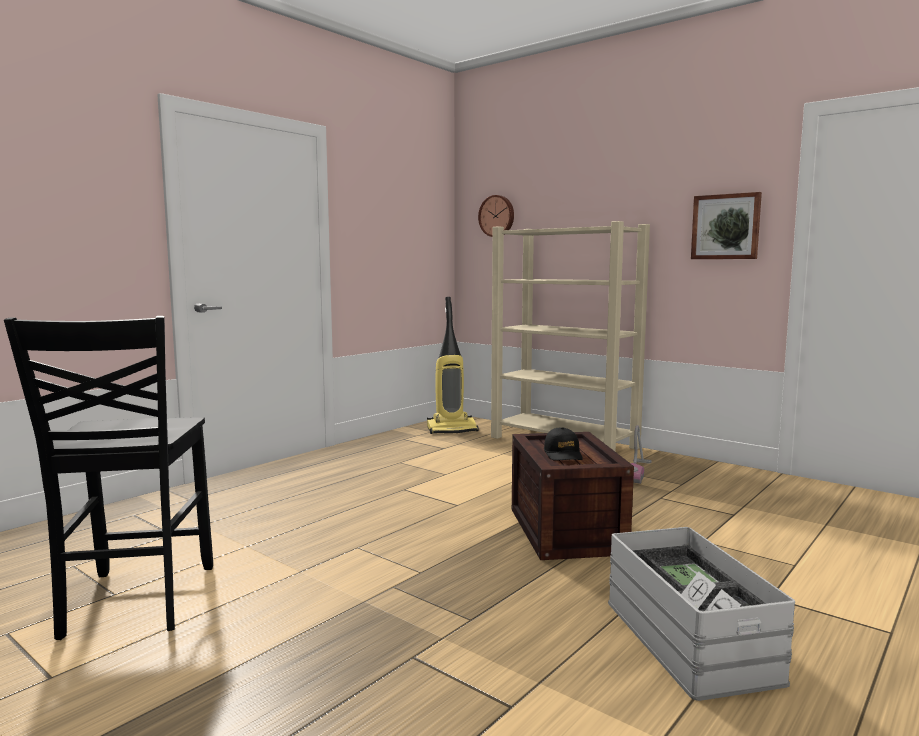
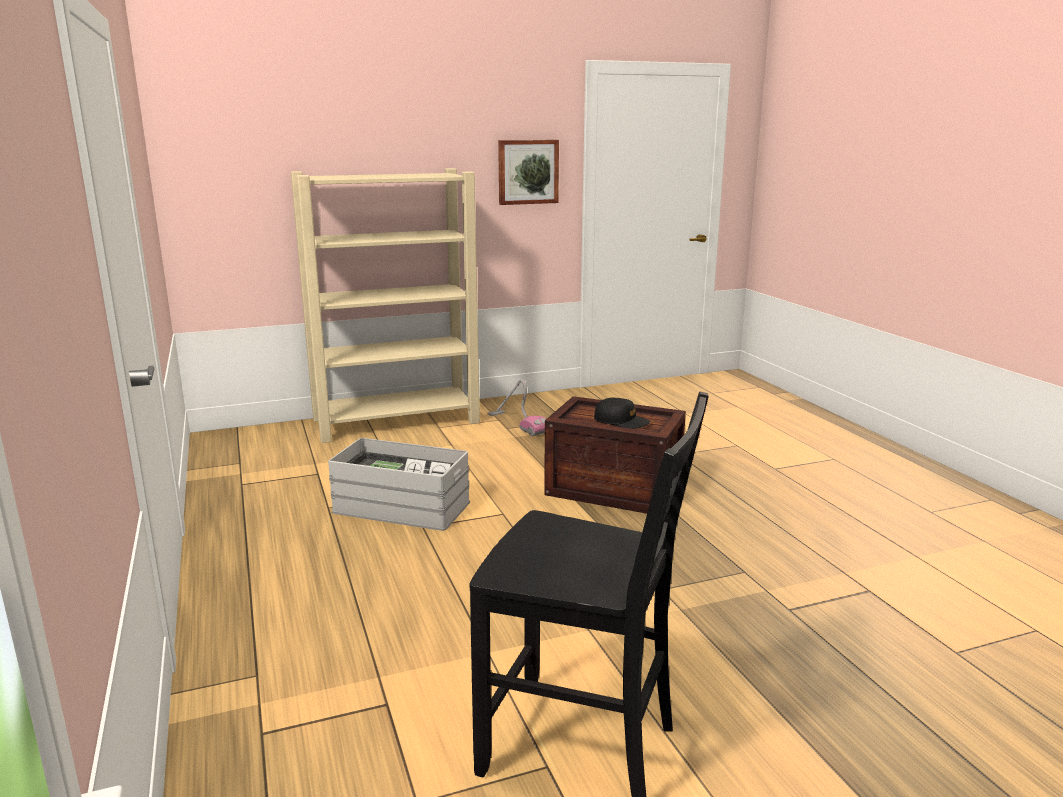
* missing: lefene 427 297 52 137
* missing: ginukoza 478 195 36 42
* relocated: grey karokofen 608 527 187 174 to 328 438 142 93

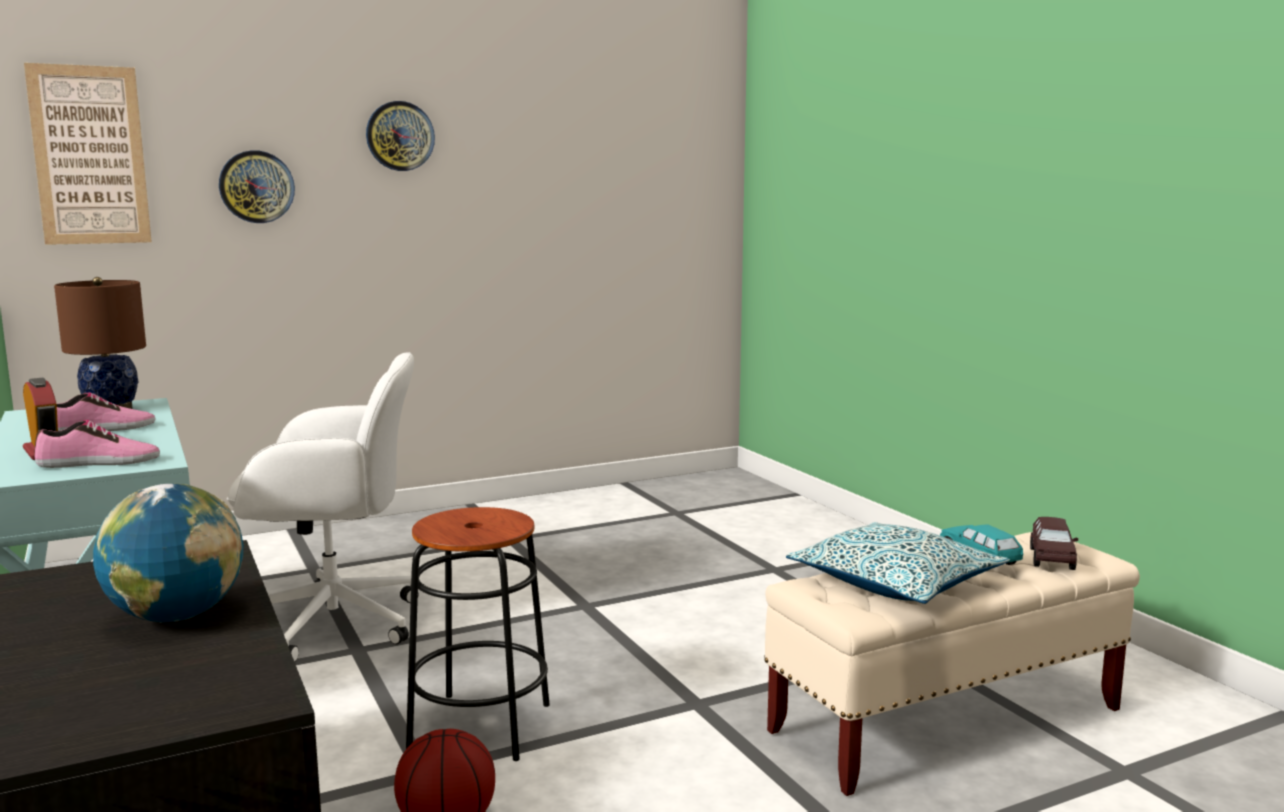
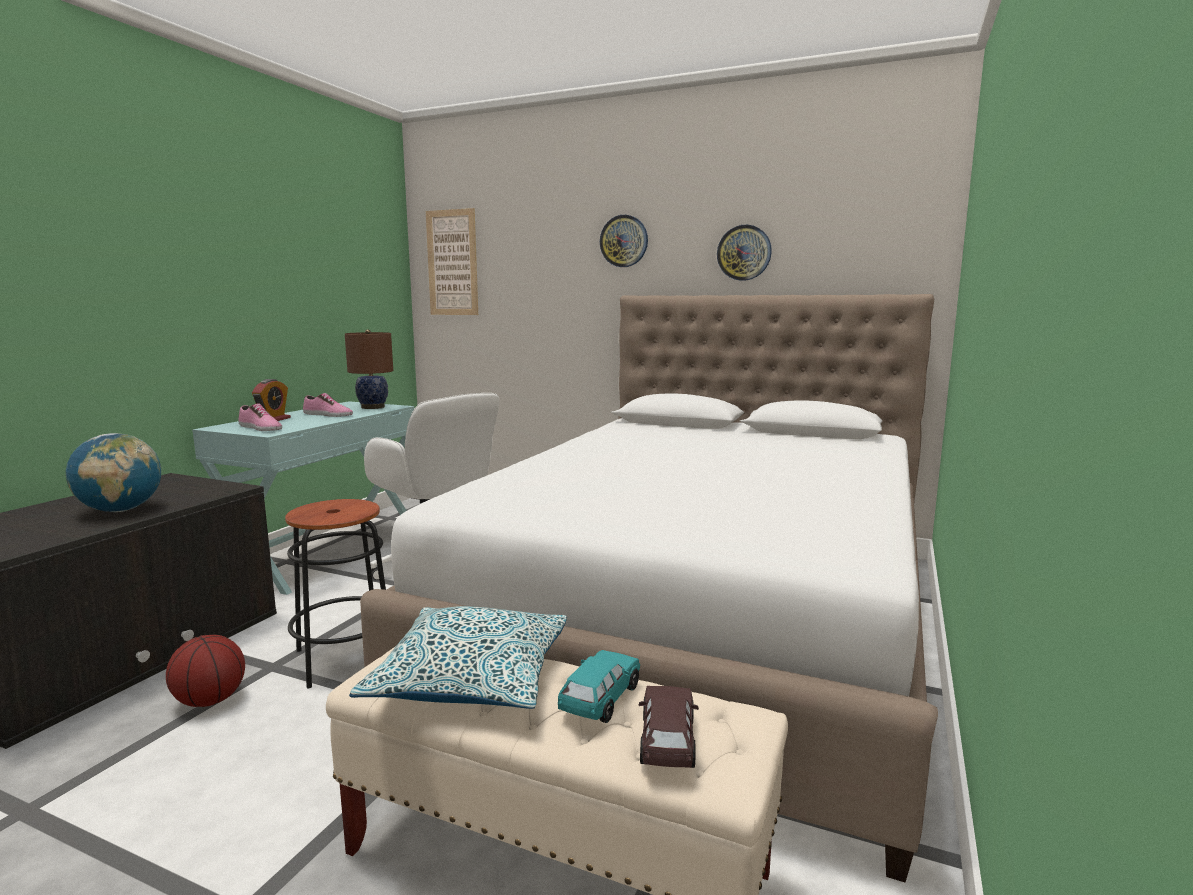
* appeared: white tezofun 360 294 578 588
* relocated: ginukoza 219 150 76 73 to 717 225 55 56
* spun: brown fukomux 1030 517 48 53 = 639 686 60 82 120 degrees clockwise

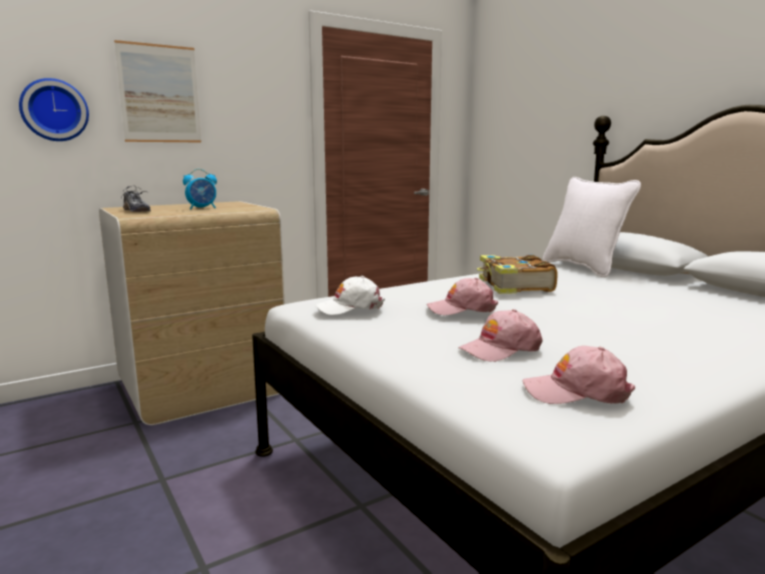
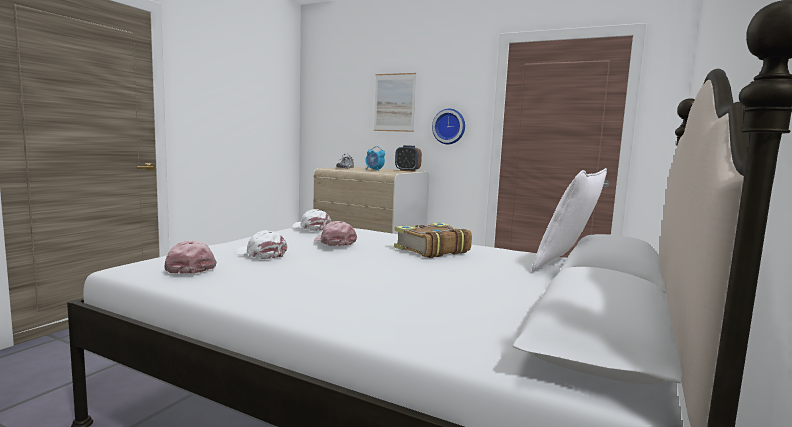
* appeared: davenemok 395 145 27 27
* relocated: ginukoza 19 78 70 63 to 432 109 33 35
* colour: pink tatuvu 458 309 85 53 to white tatuvu 235 230 52 29

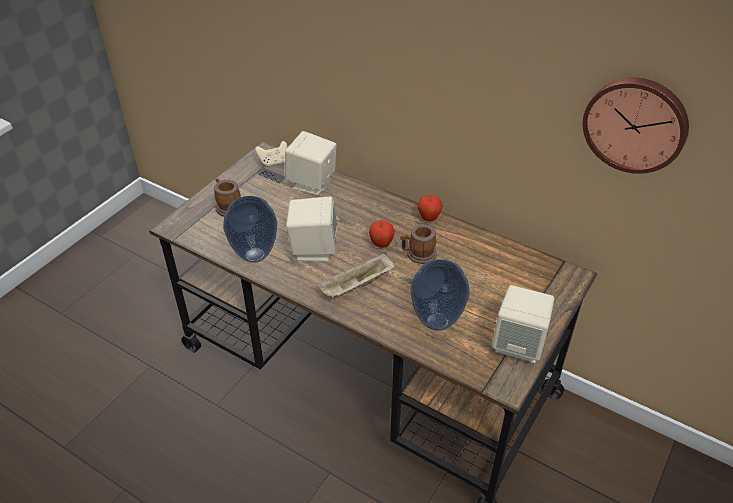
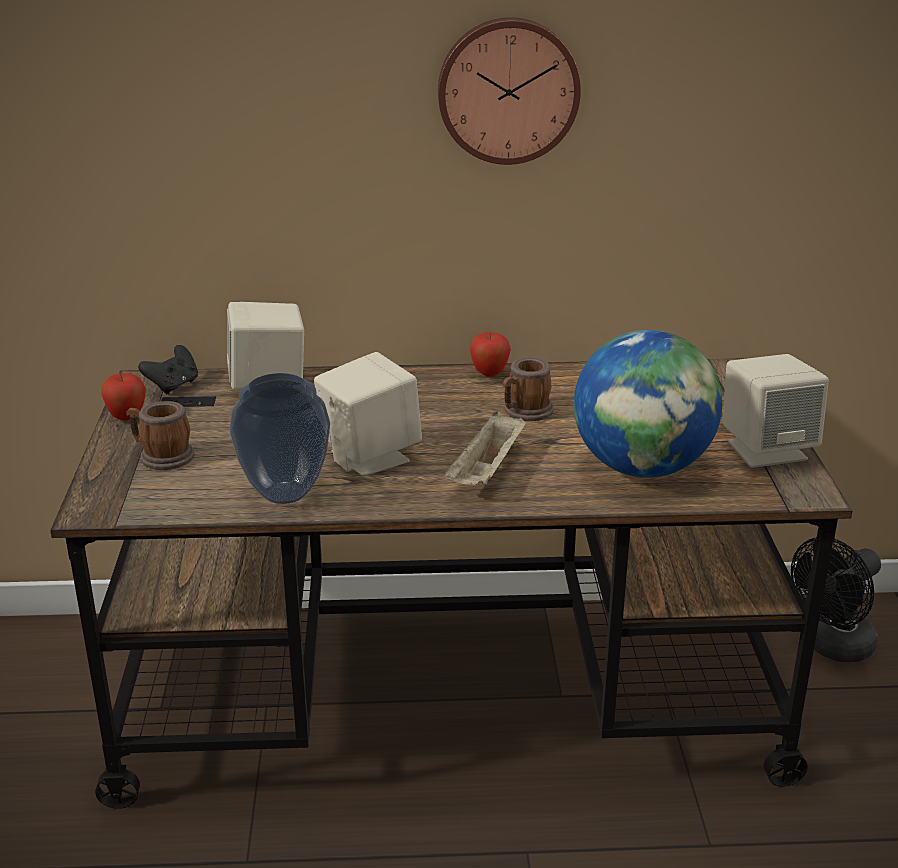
* appeared: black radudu 791 537 90 125
* relocated: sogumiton 369 220 26 28 to 101 373 45 48
* relocated: ginukoza 583 78 106 96 to 438 17 143 148
* exchanged: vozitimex 410 259 60 72 to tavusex 574 330 148 148
* colour: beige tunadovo 255 141 33 26 to black tunadovo 138 345 60 49

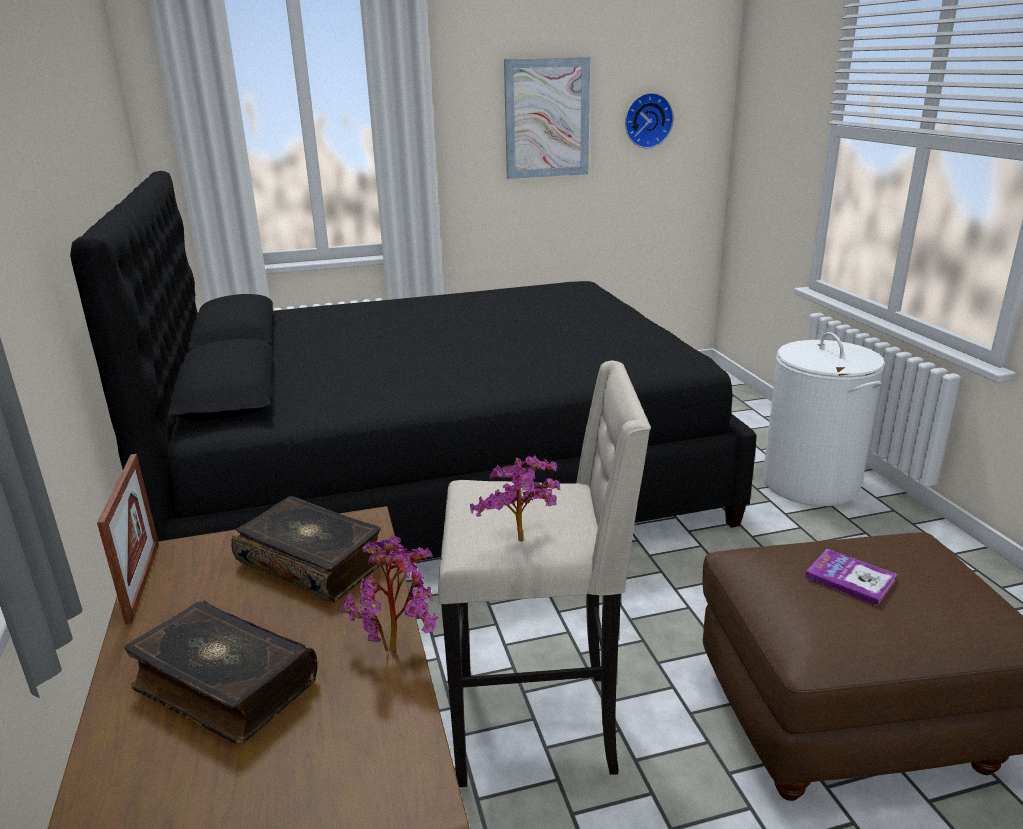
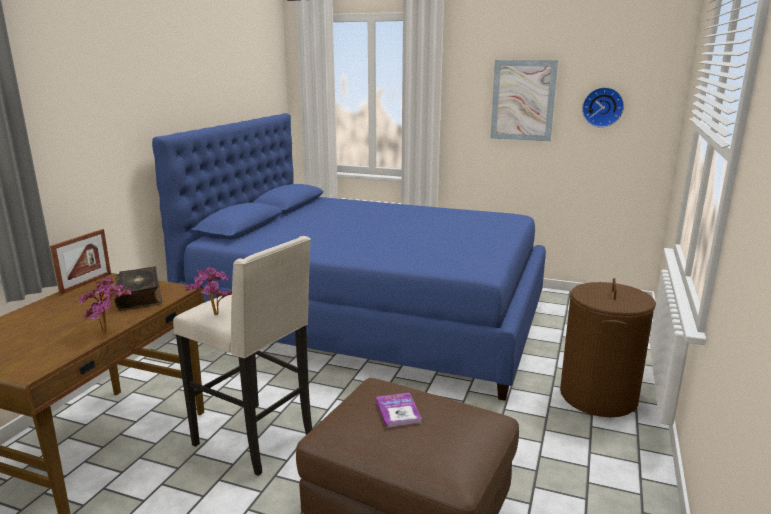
* missing: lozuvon 124 601 193 144
* colour: black tezofun 70 171 687 390 to blue tezofun 152 113 394 288
* colour: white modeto 763 332 122 174 to brown modeto 560 278 96 139

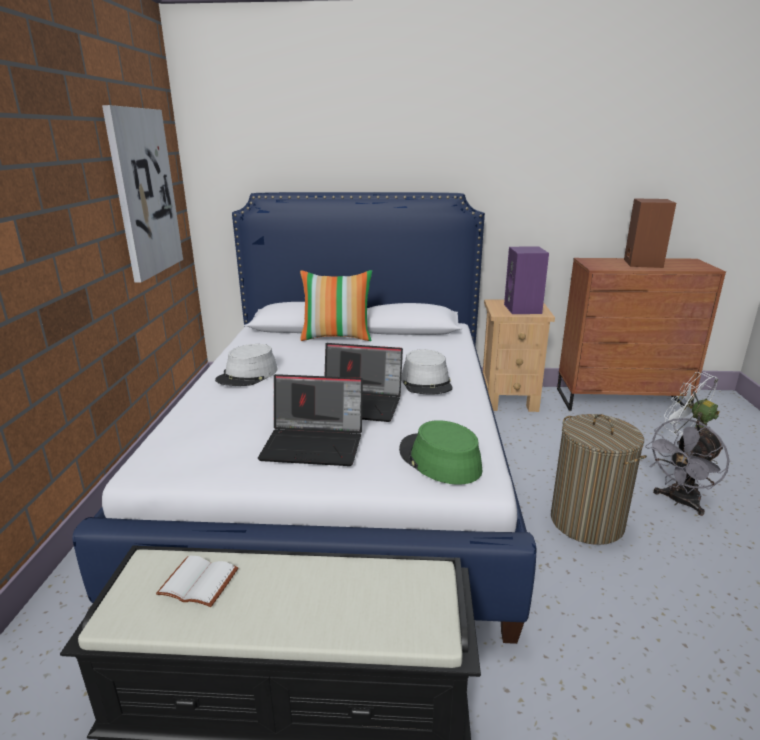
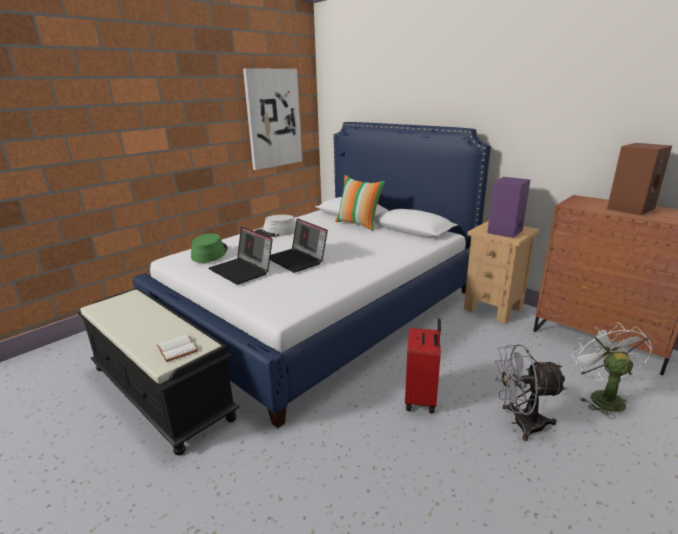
* missing: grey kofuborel 401 349 52 46
* relocated: white lozuvon 156 556 83 51 to 157 335 41 27
* relocated: green kofuborel 399 420 84 65 to 191 233 37 30
* exchanged: modeto 551 414 96 131 to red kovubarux 405 318 36 96

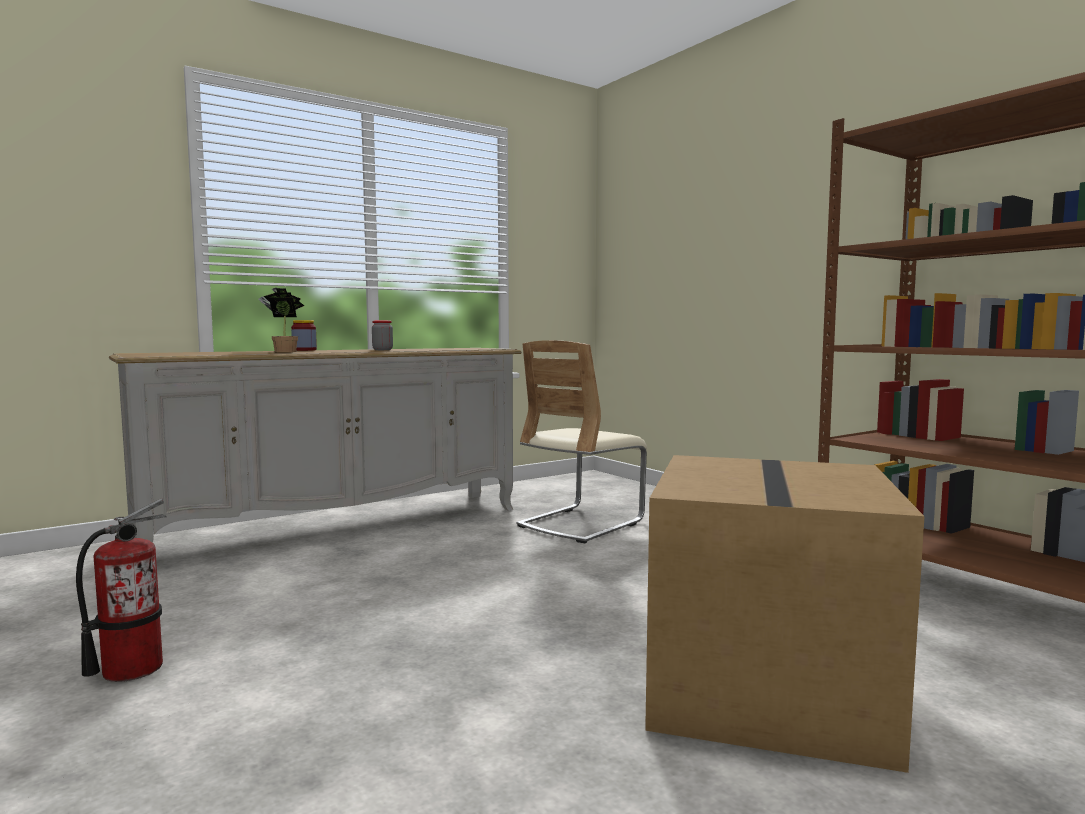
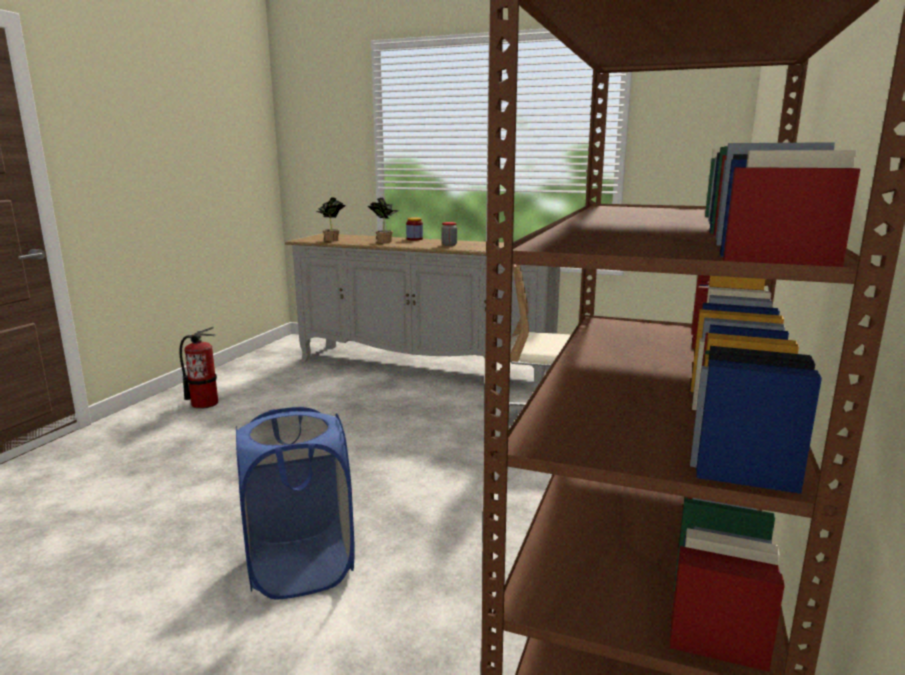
* appeared: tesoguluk 316 197 30 44
* exchanged: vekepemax 645 455 280 318 to blue modeto 236 407 119 192

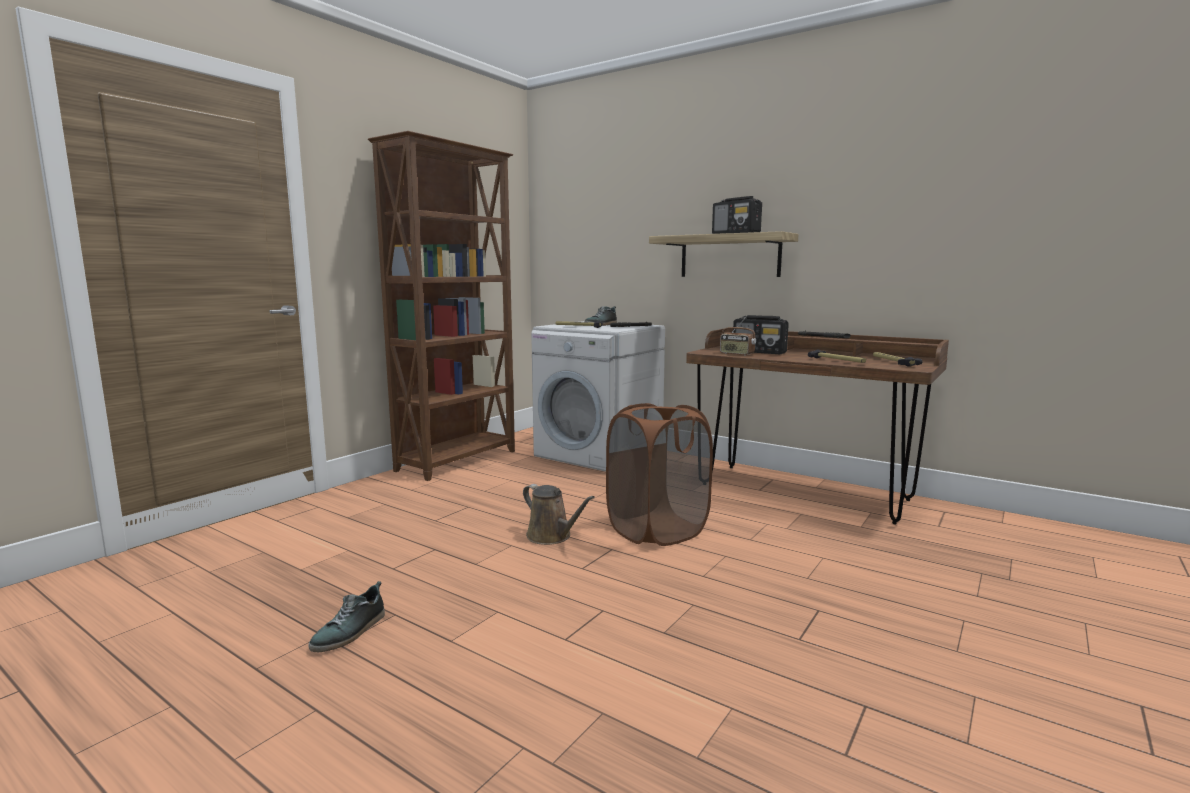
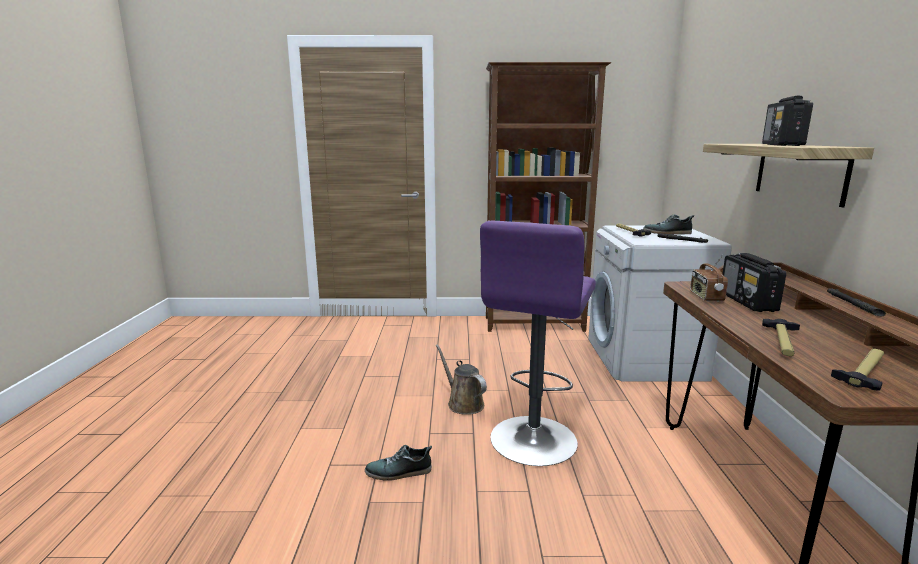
* relocated: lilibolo 308 581 77 71 to 365 445 67 36
* exchanged: brown modeto 606 403 107 143 to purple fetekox 480 221 116 245
* spun: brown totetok 523 484 72 61 = 436 344 51 71 135 degrees clockwise

